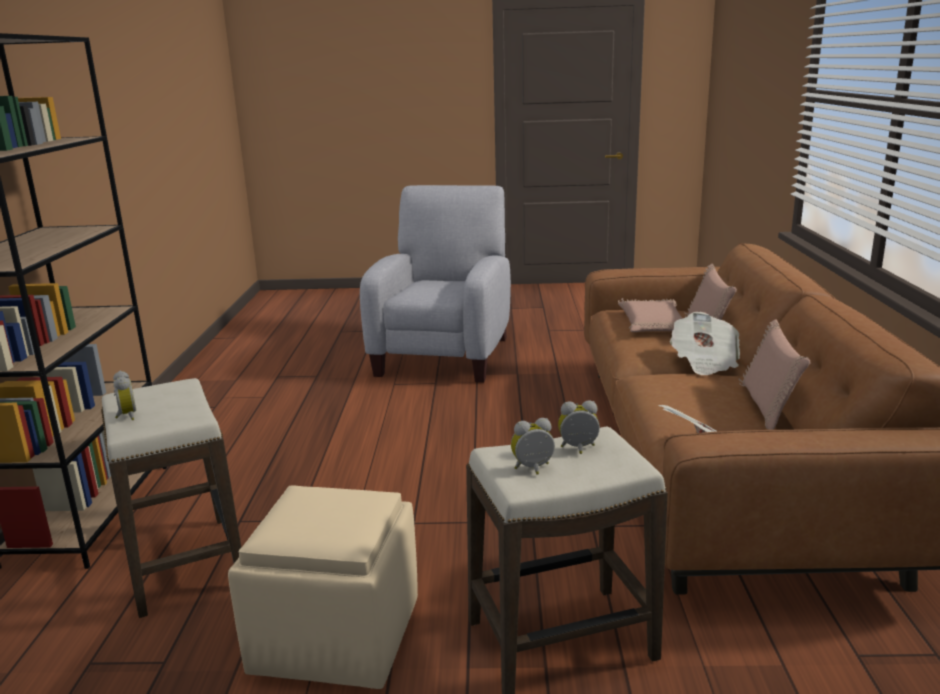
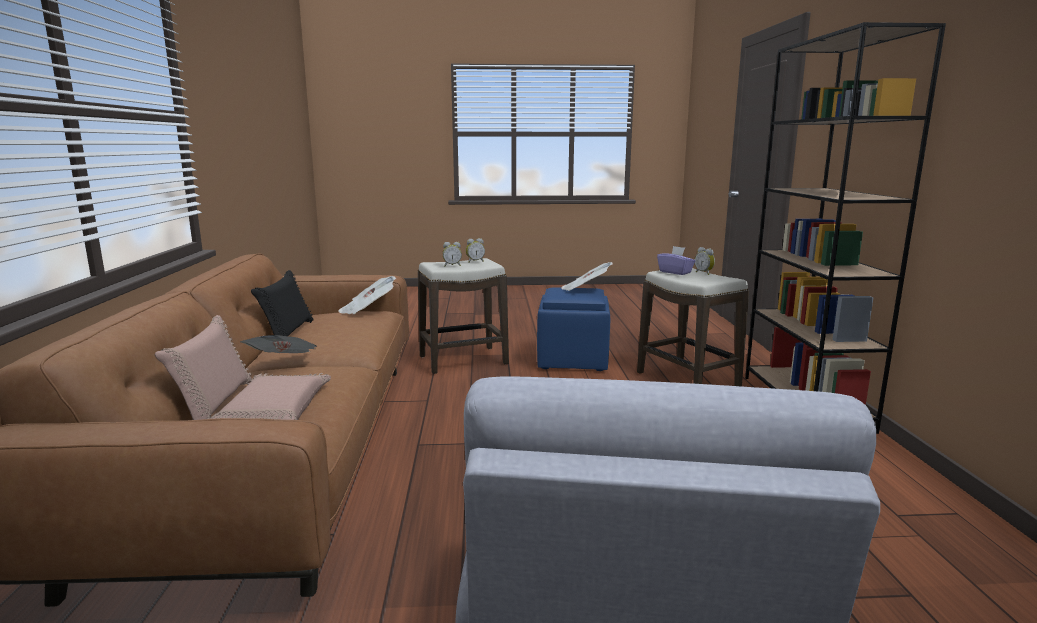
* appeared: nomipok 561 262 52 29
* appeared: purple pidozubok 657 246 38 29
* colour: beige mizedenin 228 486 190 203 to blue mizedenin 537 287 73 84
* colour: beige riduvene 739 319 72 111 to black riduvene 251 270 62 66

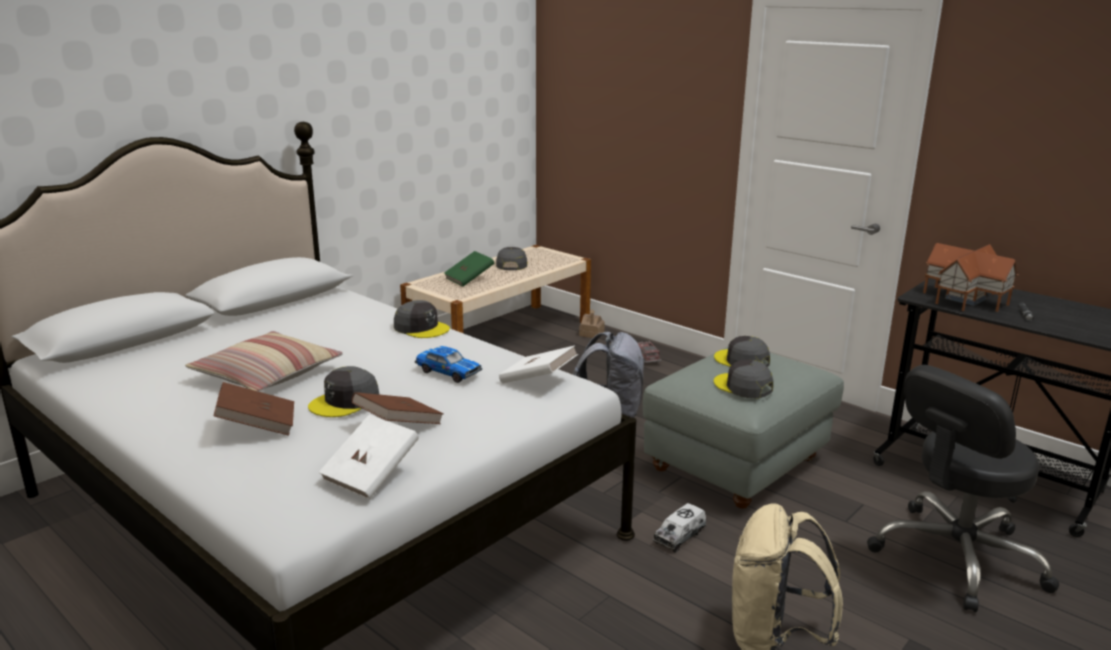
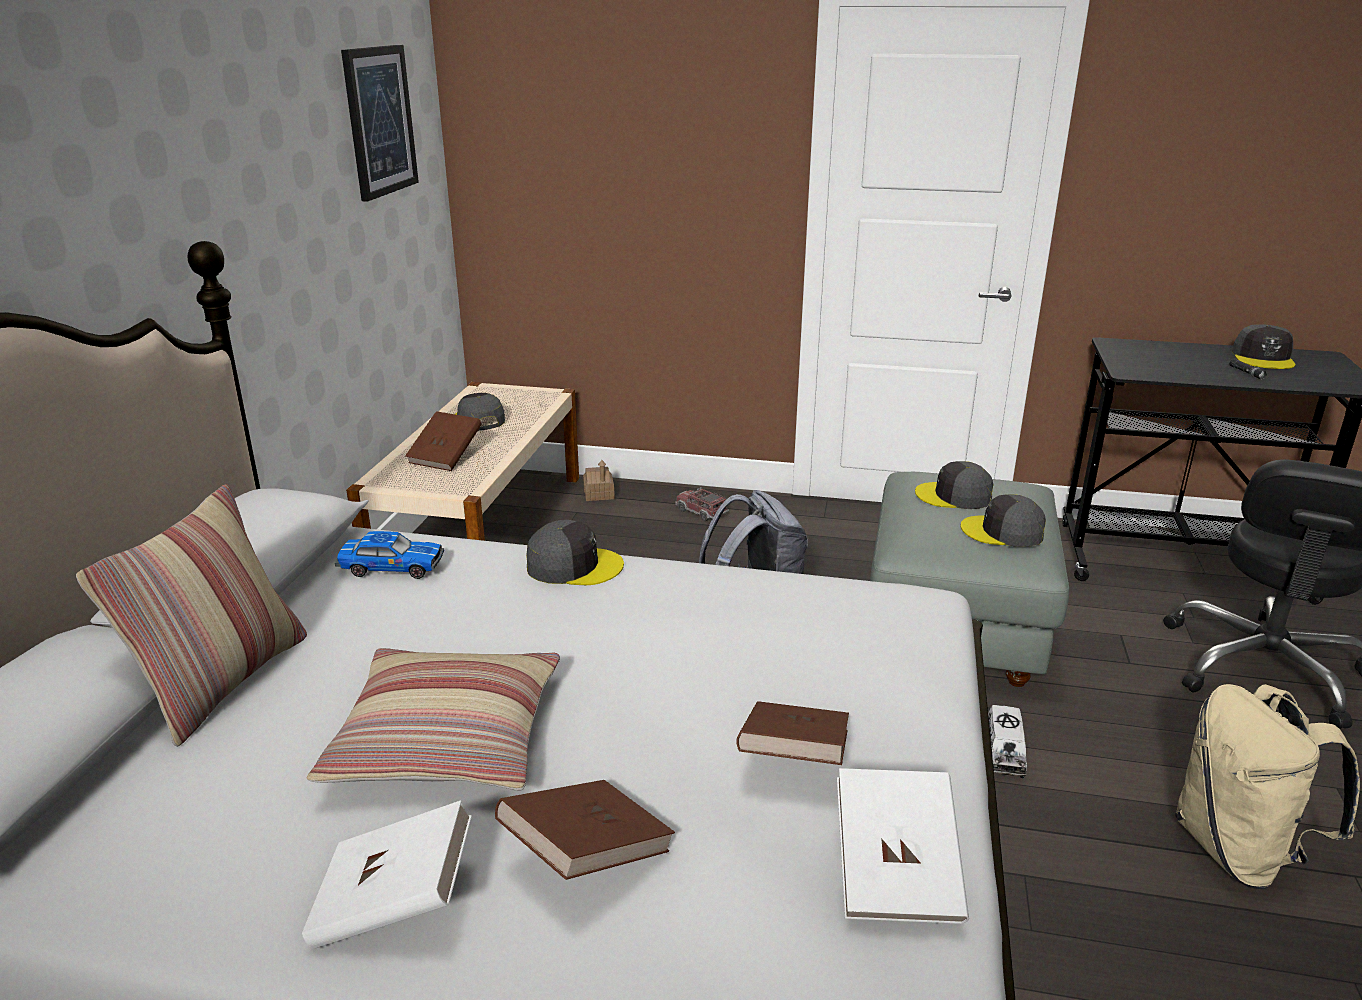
* missing: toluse 923 243 96 69
* appeared: riduvene 76 484 231 263
* appeared: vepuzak 341 45 78 157
* relocated: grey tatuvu 308 366 71 51 to 1232 325 64 44
* relocated: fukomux 415 346 67 37 to 335 531 109 48
* relocated: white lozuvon 499 345 79 39 to 302 800 170 149
* colour: green lozuvon 444 251 50 35 to brown lozuvon 405 411 77 60

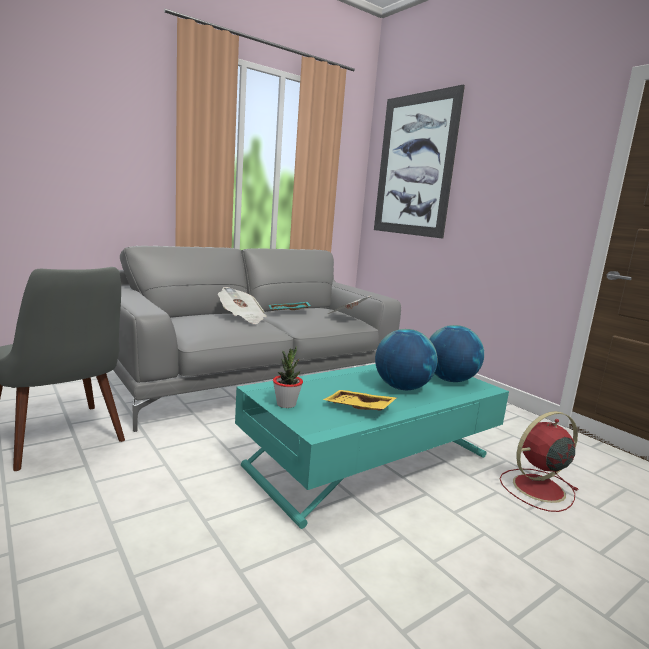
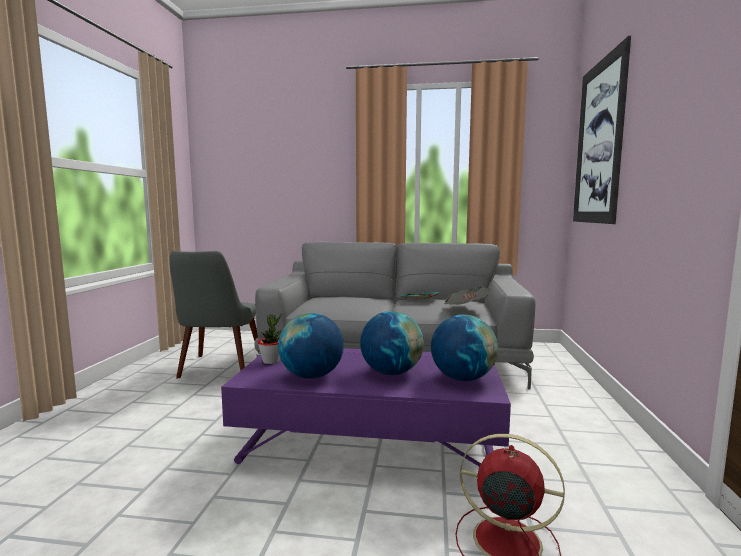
* missing: nomipok 218 287 49 37
* exchanged: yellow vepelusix 323 390 73 21 to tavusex 278 313 66 66
* colour: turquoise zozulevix 235 364 274 165 to purple zozulevix 221 348 290 118

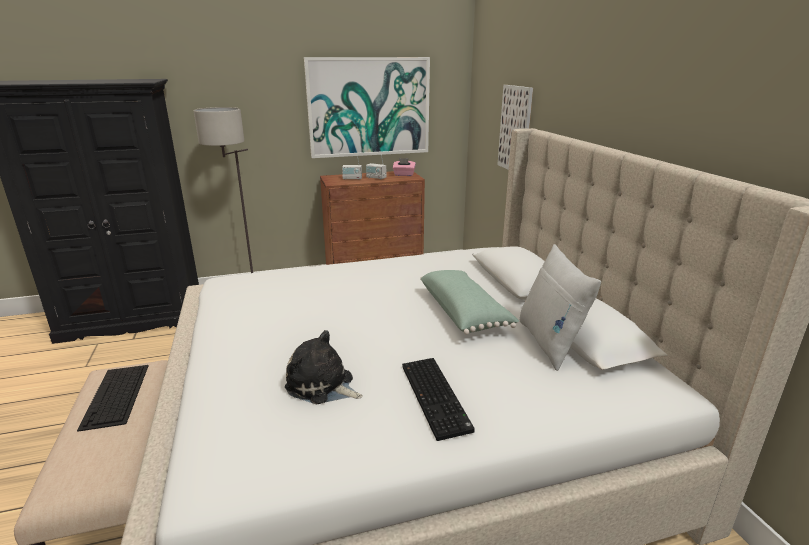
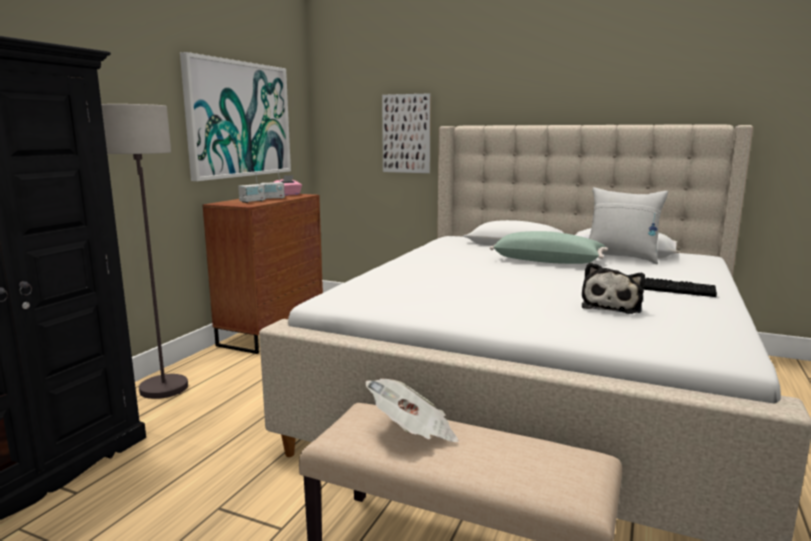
* exchanged: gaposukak 77 365 72 67 to nomipok 365 379 94 63
* spun: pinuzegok 285 330 78 74 = 582 262 63 52 45 degrees counterclockwise

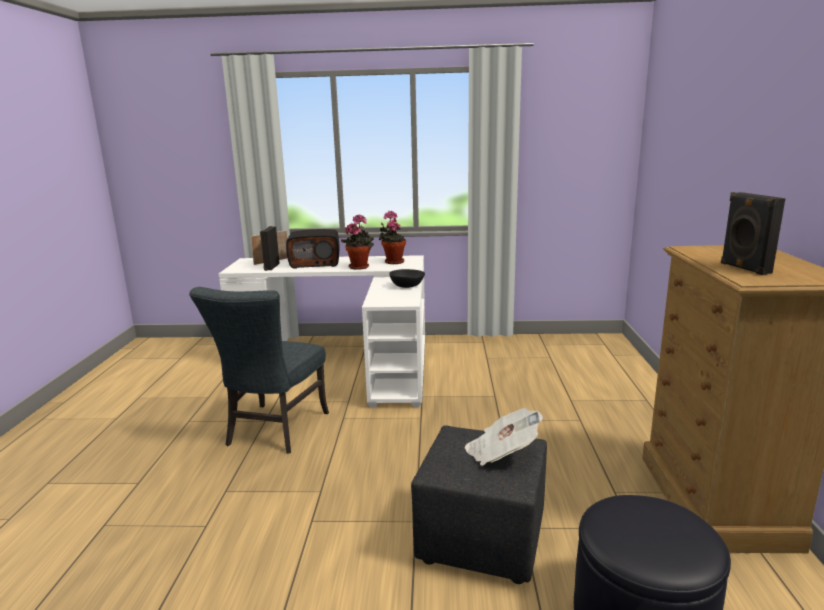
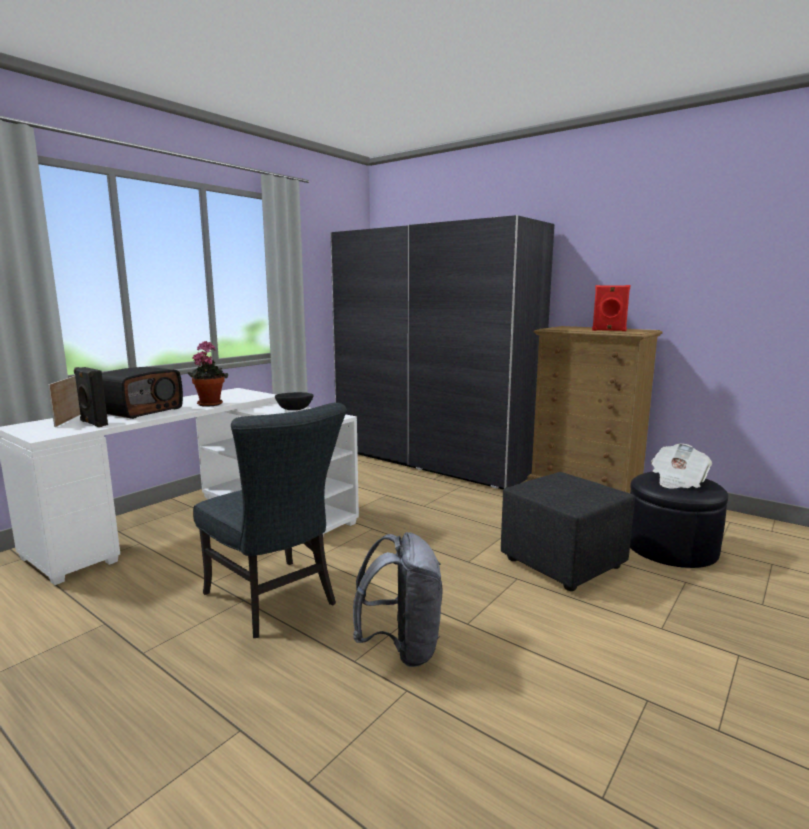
* missing: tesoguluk 379 211 27 53
* appeared: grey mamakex 330 215 224 274
* appeared: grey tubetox 353 532 89 135
* relocated: nomipok 465 408 78 58 to 651 443 61 45
* colour: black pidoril 721 192 65 83 to red pidoril 592 285 38 46

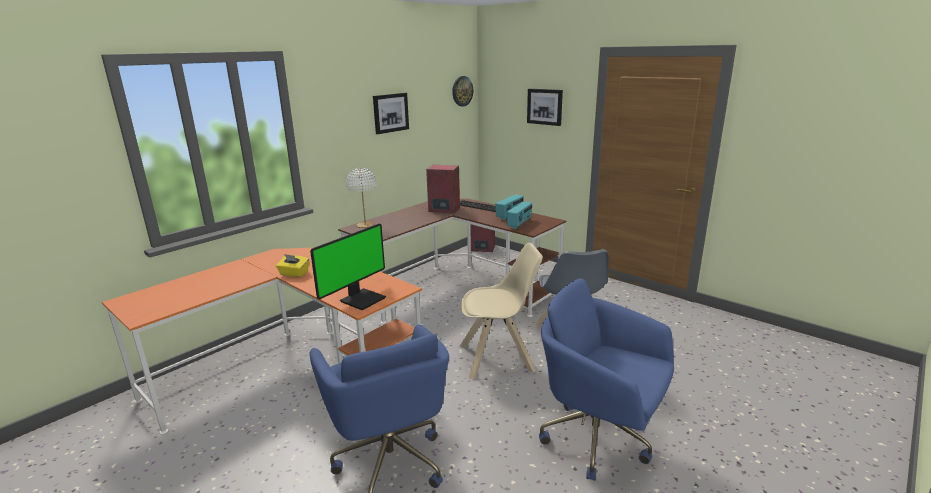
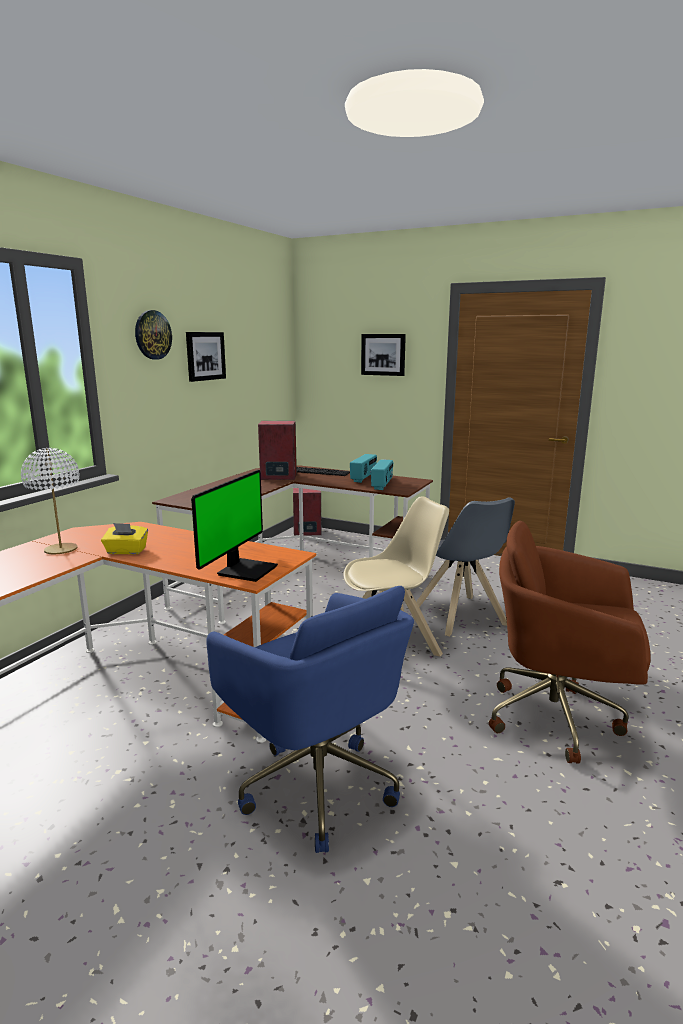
* relocated: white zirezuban 346 168 31 60 to 21 448 58 106
* relocated: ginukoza 452 76 21 30 to 135 310 37 50
* colour: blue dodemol 539 279 135 202 to brown dodemol 489 521 162 242

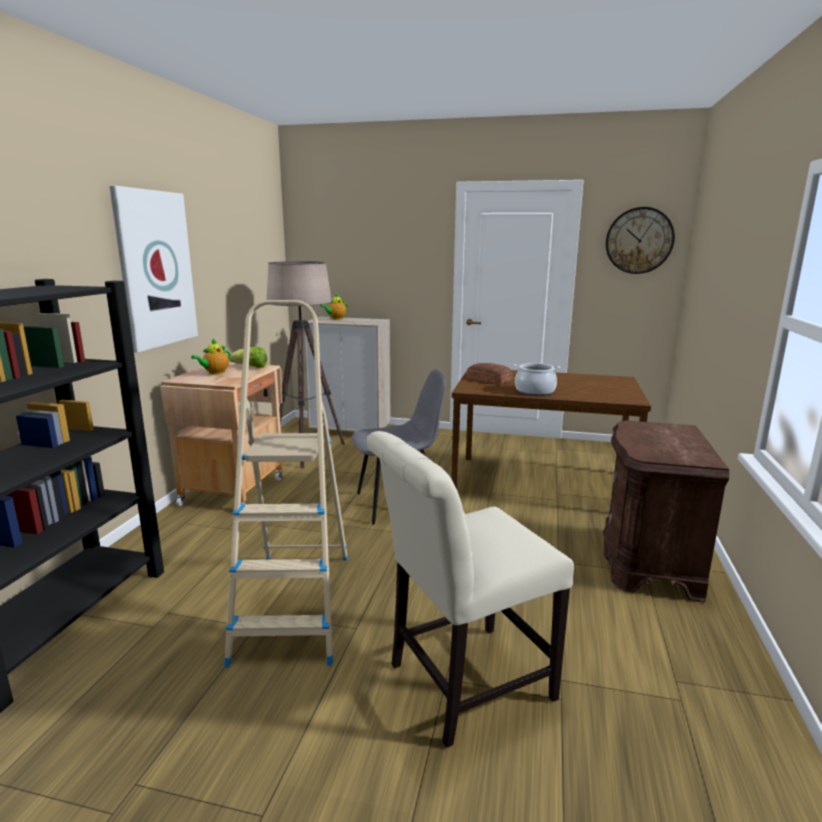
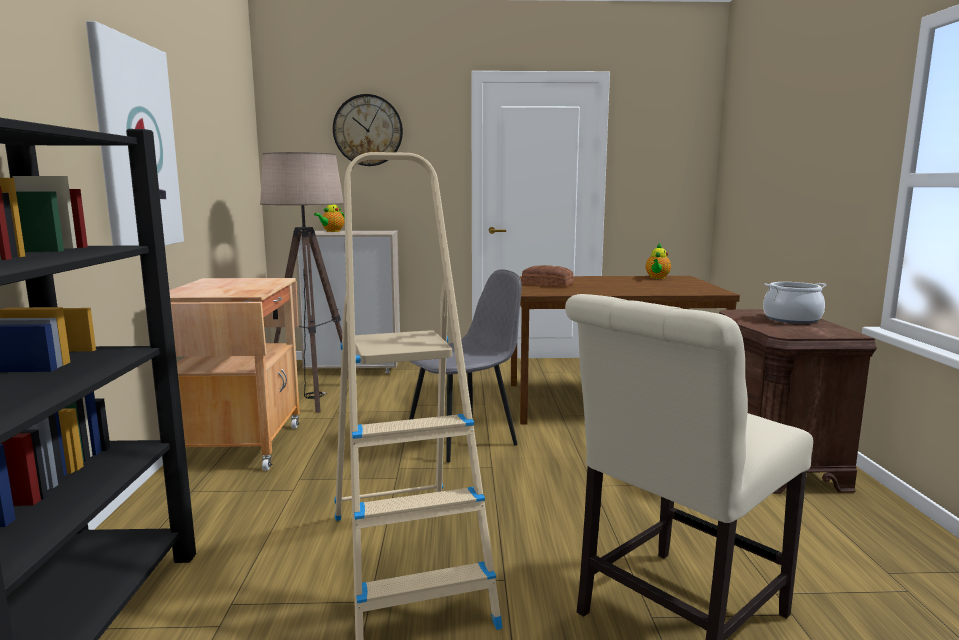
* missing: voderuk 230 347 37 21
* relocated: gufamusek 191 339 39 36 to 646 243 25 36
* relocated: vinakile 514 363 46 33 to 763 282 64 42
* relocated: ginukoza 606 207 69 67 to 333 94 70 72

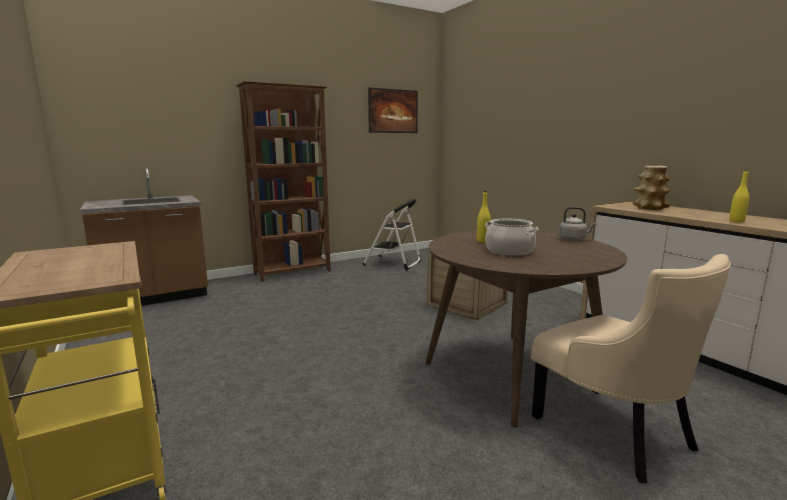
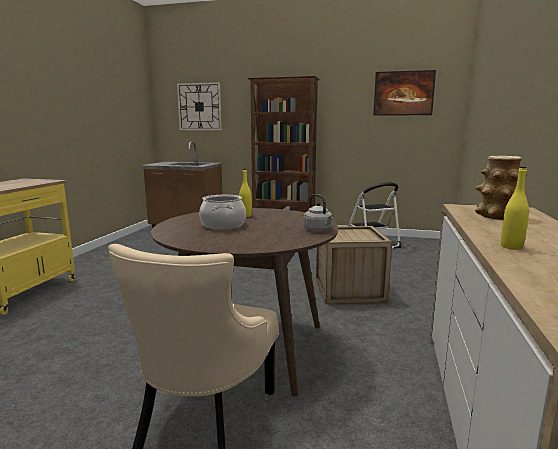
* appeared: ginukoza 177 82 45 48

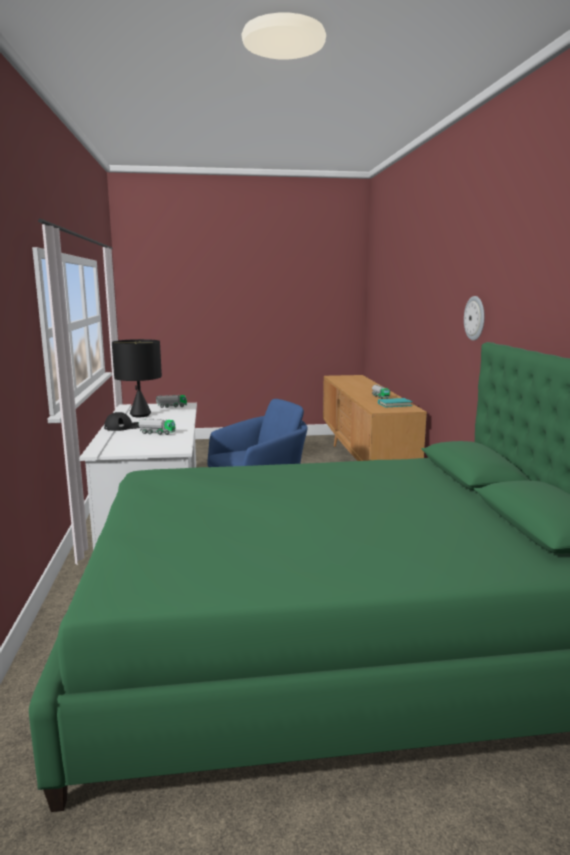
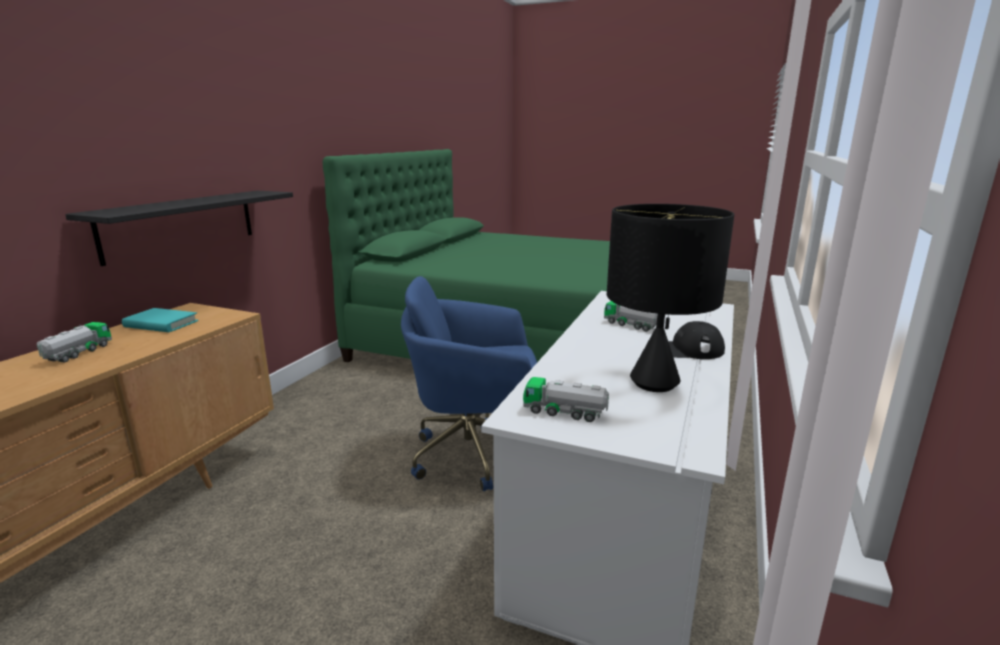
* missing: ginukoza 464 296 21 45
* appeared: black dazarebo 65 191 228 75

